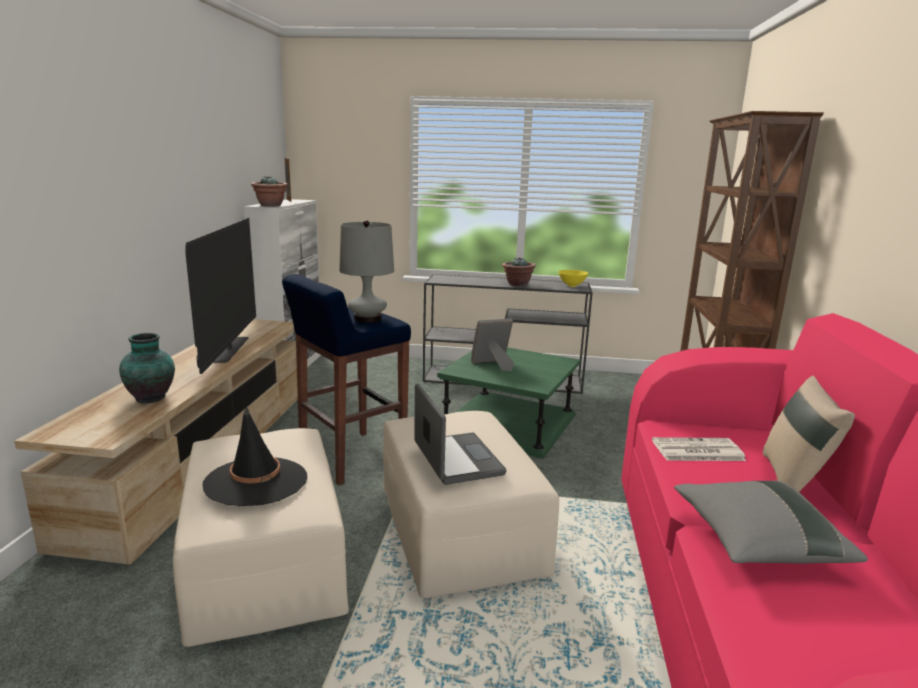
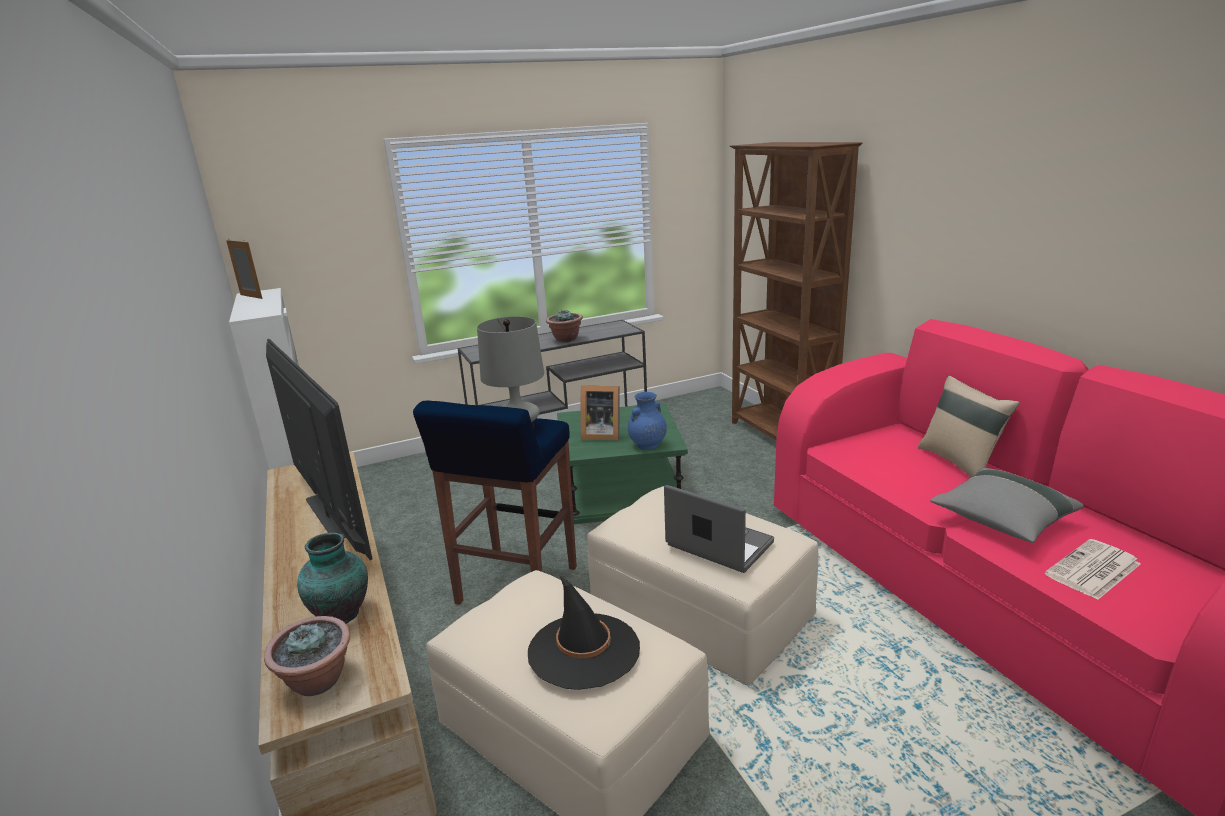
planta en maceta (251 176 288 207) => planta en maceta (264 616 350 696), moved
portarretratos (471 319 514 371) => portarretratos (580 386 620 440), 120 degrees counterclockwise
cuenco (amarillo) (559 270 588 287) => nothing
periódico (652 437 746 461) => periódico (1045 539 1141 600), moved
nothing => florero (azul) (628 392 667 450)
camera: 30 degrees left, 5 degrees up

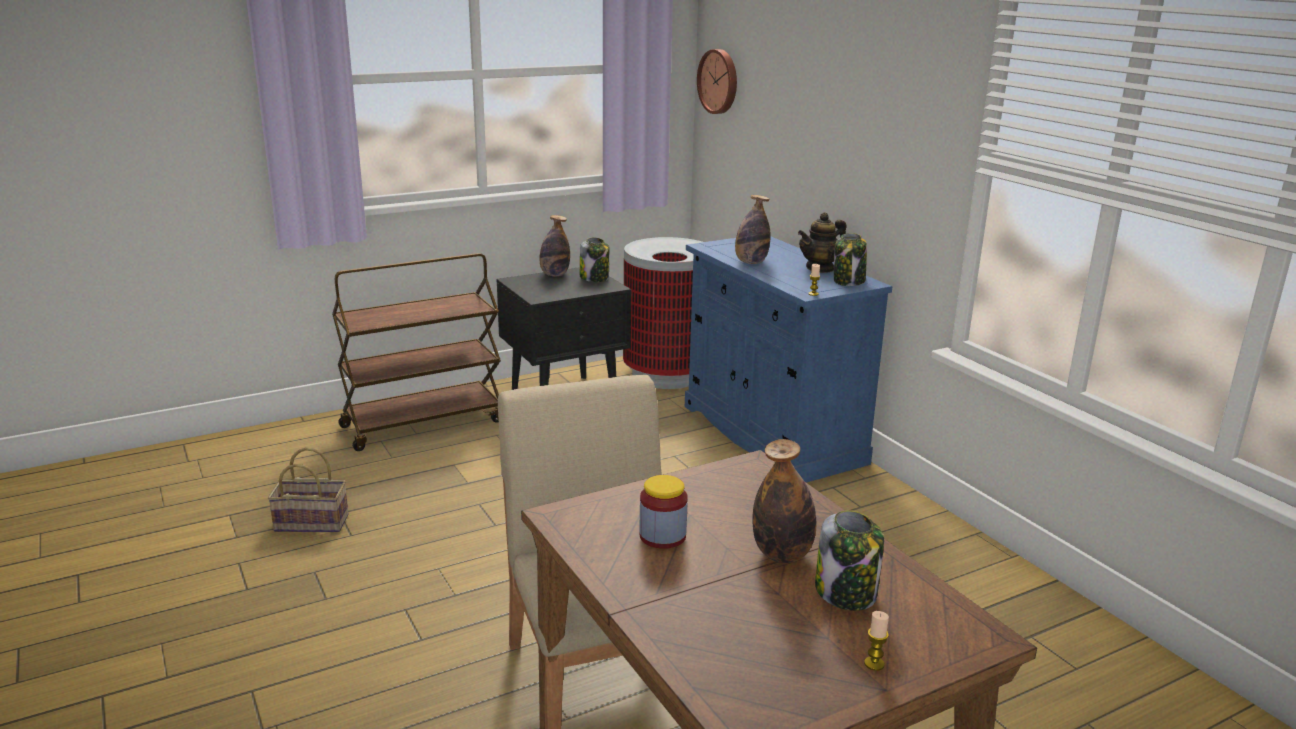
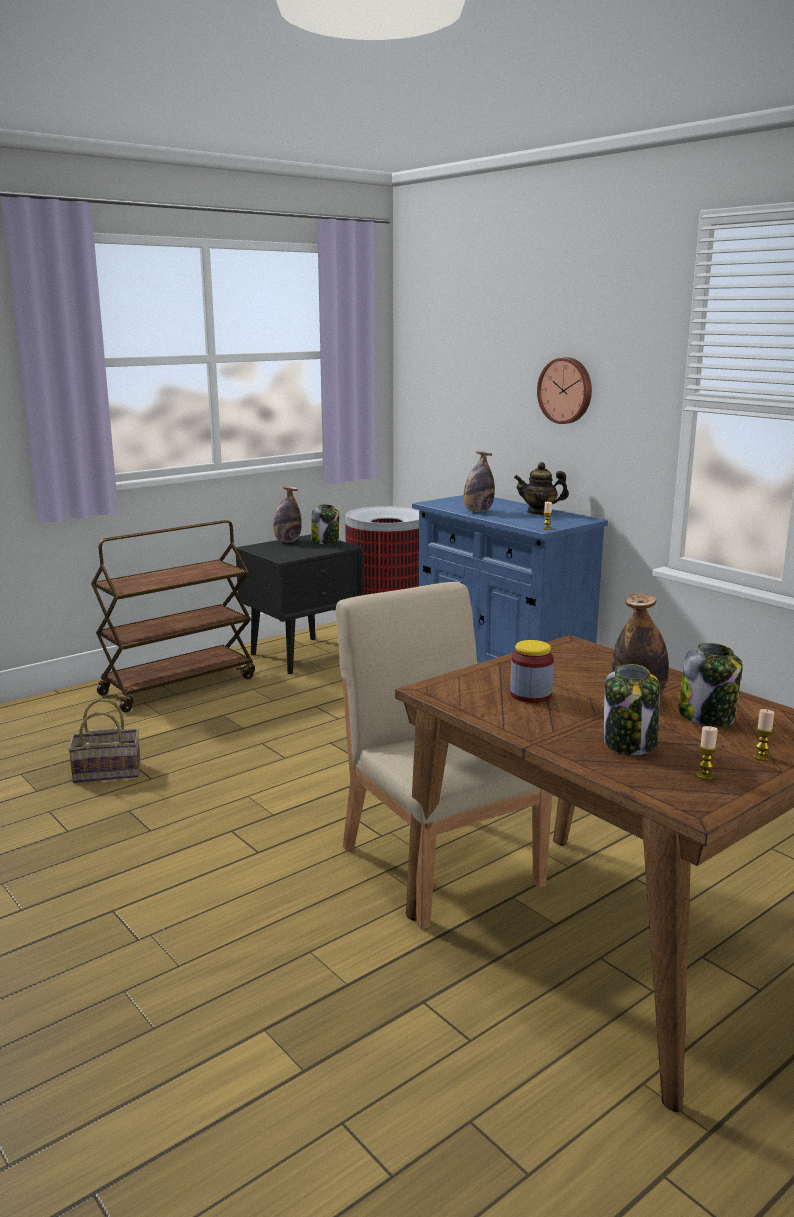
reloj de pared (697 49 737 114) => reloj de pared (537 357 592 424), moved
tetera (798 212 847 273) => tetera (514 462 569 515), 45 degrees clockwise
tarro (834 233 867 286) => tarro (604 664 660 755), moved
nothing => vela (696 726 718 780)
camera: 10 degrees left, 5 degrees down

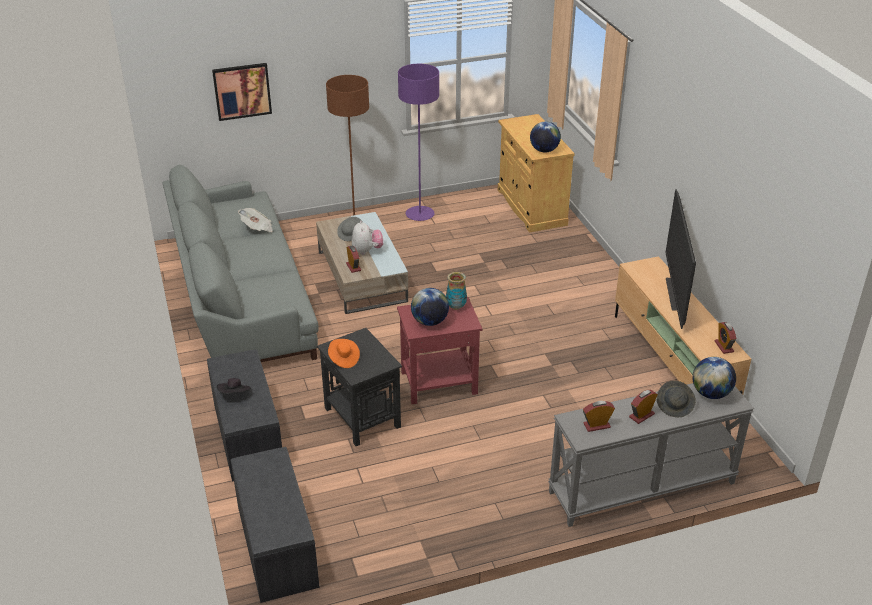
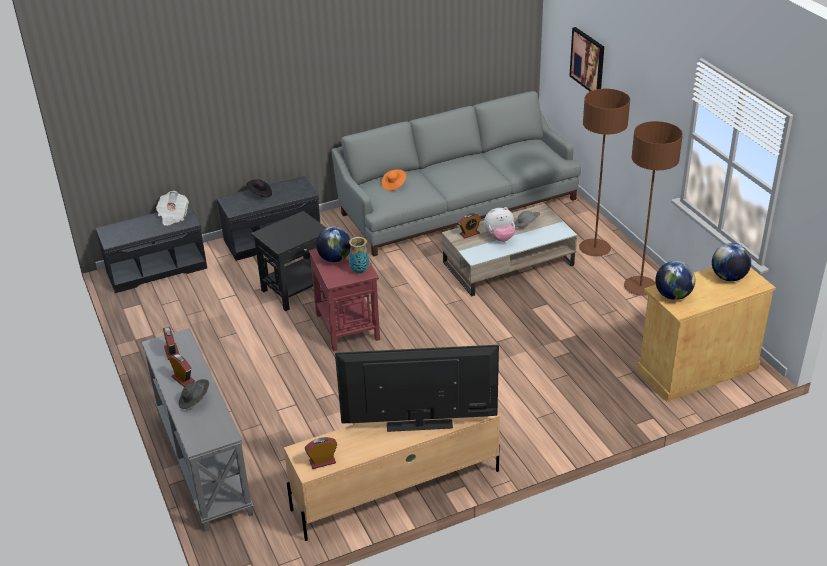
periódico (238 208 273 232) => periódico (156 191 189 226), moved
sombrero (naranja) (328 339 360 368) => sombrero (naranja) (381 169 406 191), moved
lámpara de pie (morado) (398 64 439 221) => lámpara de pie (marrón) (624 121 683 296)
globo terráqueo (692 357 736 399) => globo terráqueo (712 243 751 281), moved
camera: 85 degrees right, 0 degrees up

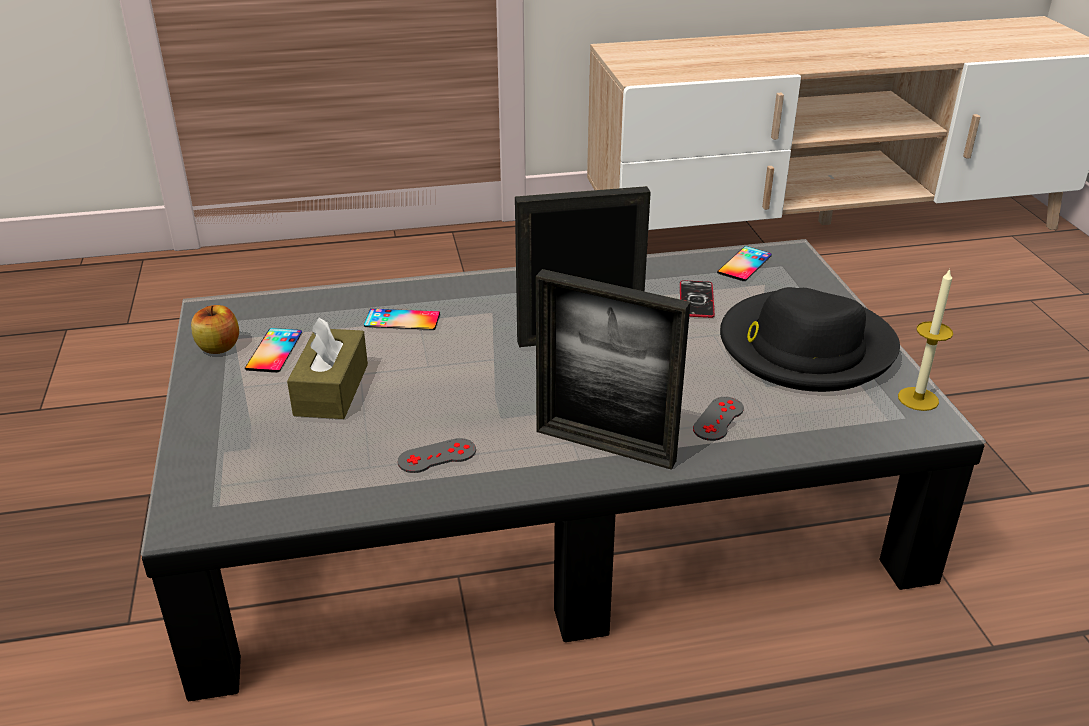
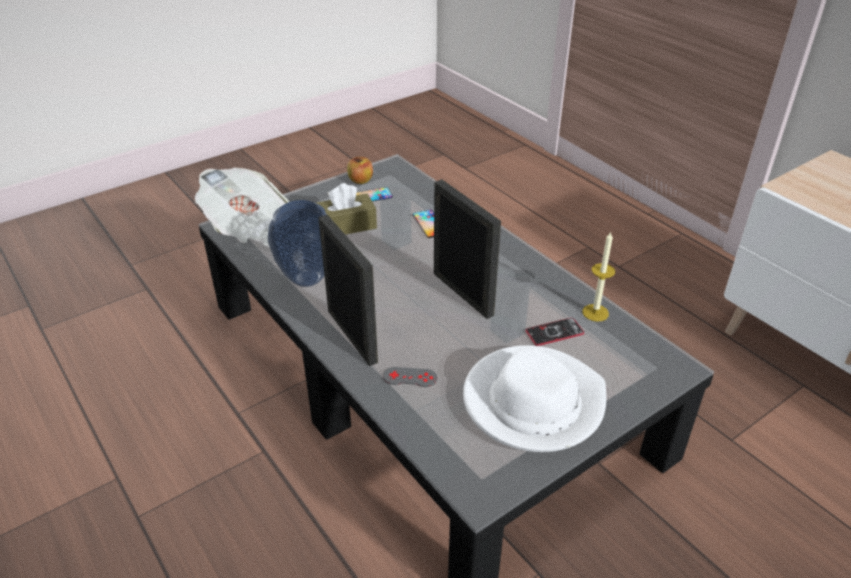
mando de consola (gris) (398 438 476 473) => florero (268 200 327 287)
portarretratos (536 269 691 470) => portarretratos (318 214 378 366), 150 degrees clockwise
móvil (717 246 772 281) => nothing
sombrero (negro) (720 287 900 392) => sombrero (blanco) (463 345 606 452)
vela (898 269 953 411) => vela (582 231 615 322), moved
nothing => periódico (195 168 289 248)
camera: 65 degrees right, 5 degrees up

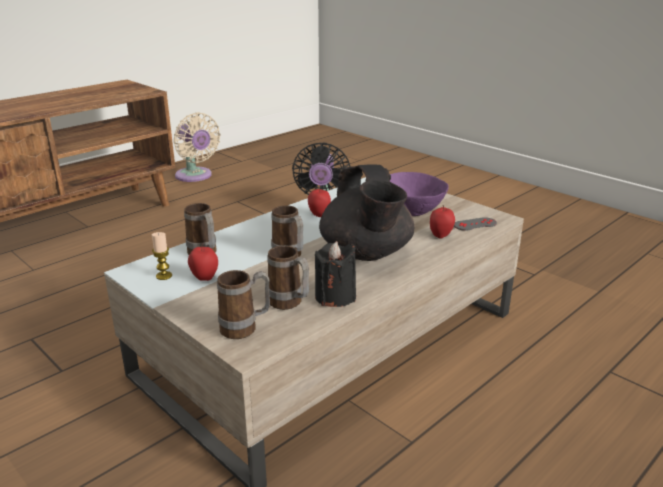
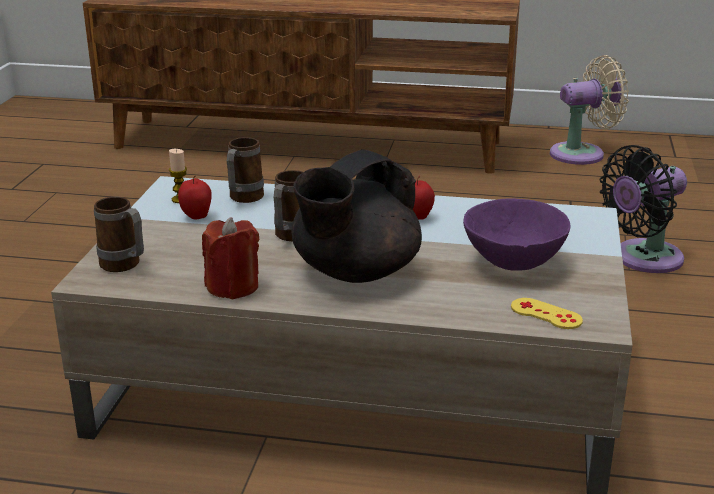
ventilador (beis) (174 112 220 182) => ventilador (beis) (550 55 629 165), 120 degrees counterclockwise
taza grande (267 246 309 310) => nothing
vela (negro) (315 241 356 307) => vela (rojo) (202 217 259 299)
manzana (430 205 455 239) => nothing
mando de consola (gris) (454 217 497 231) => mando de consola (amarillo) (511 298 583 329)
camera: 55 degrees right, 0 degrees up

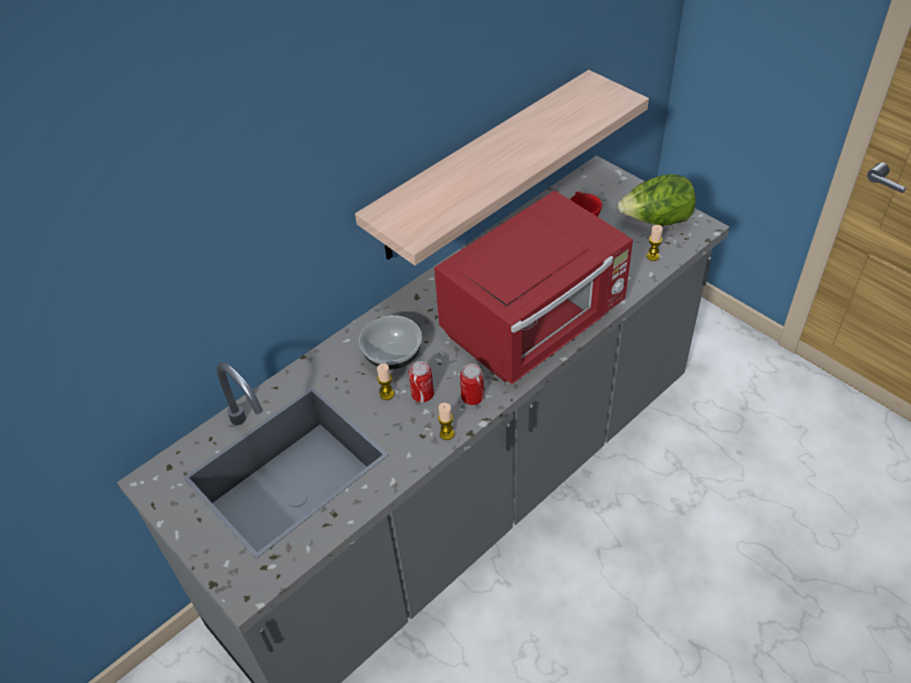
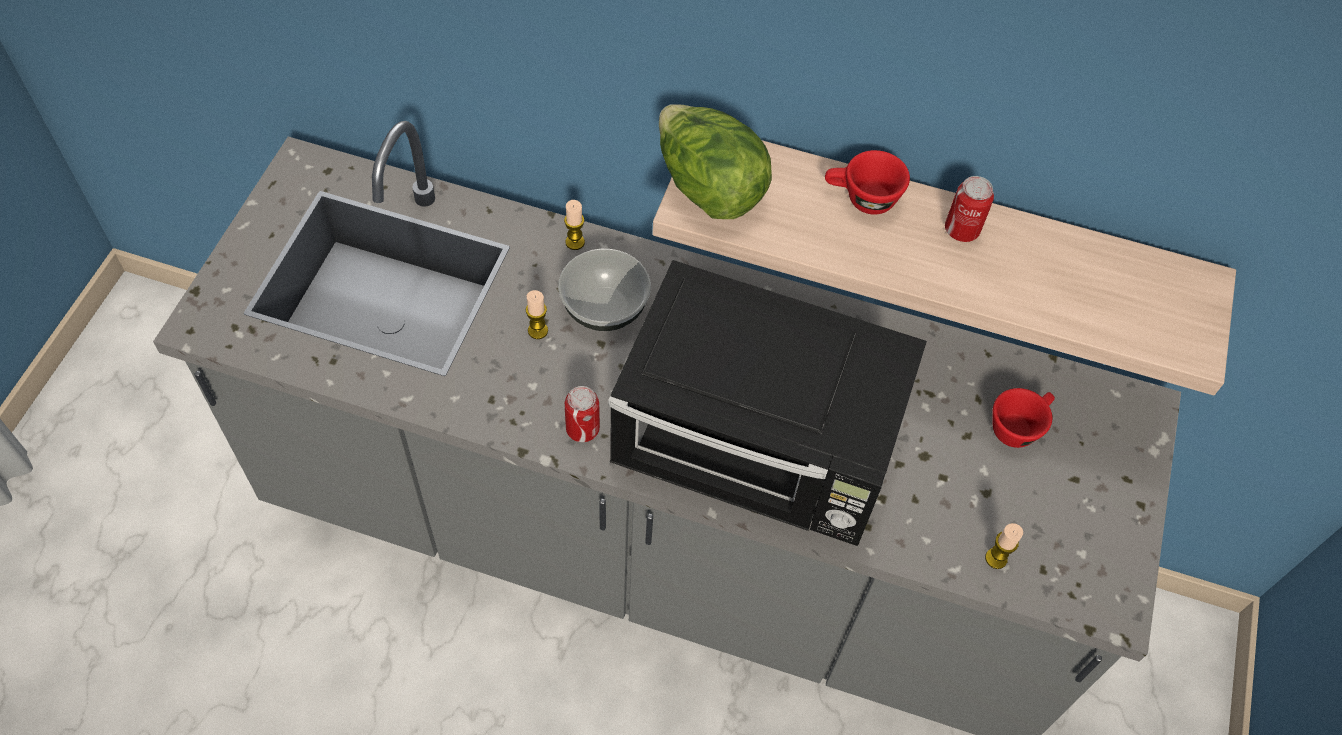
lata (409 361 434 402) => lata (945 176 994 242), moved
microondas (rojo) (434 190 633 384) => microondas (negro) (608 260 927 546)
vela (438 403 454 440) => vela (564 200 585 250), moved
lechuga (618 174 696 226) => lechuga (659 104 772 219), moved
nothing => taza (rojo) (825 150 910 215)
camera: 55 degrees right, 10 degrees up

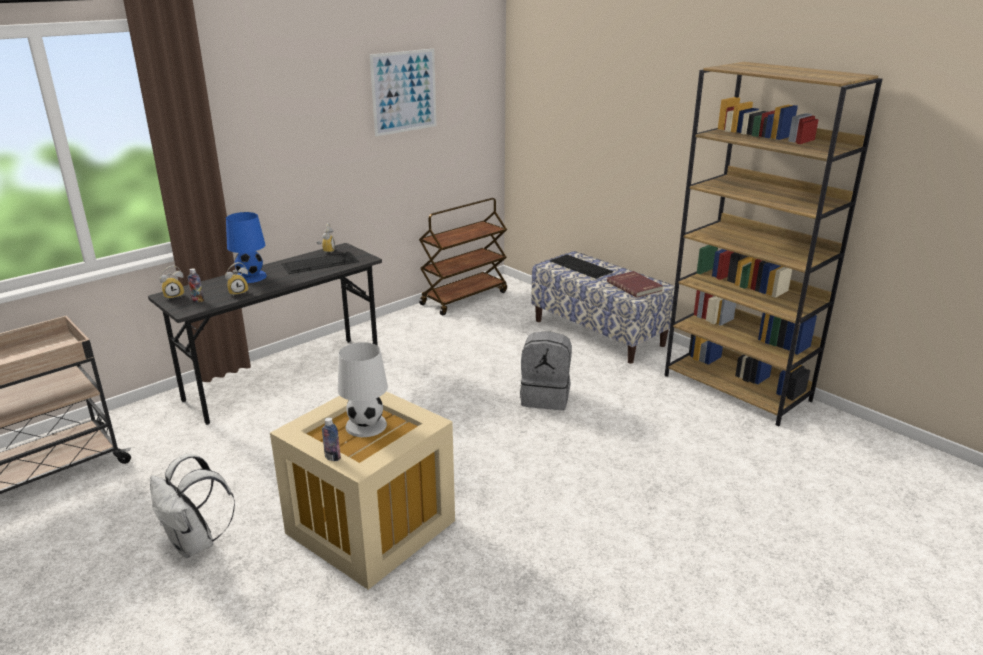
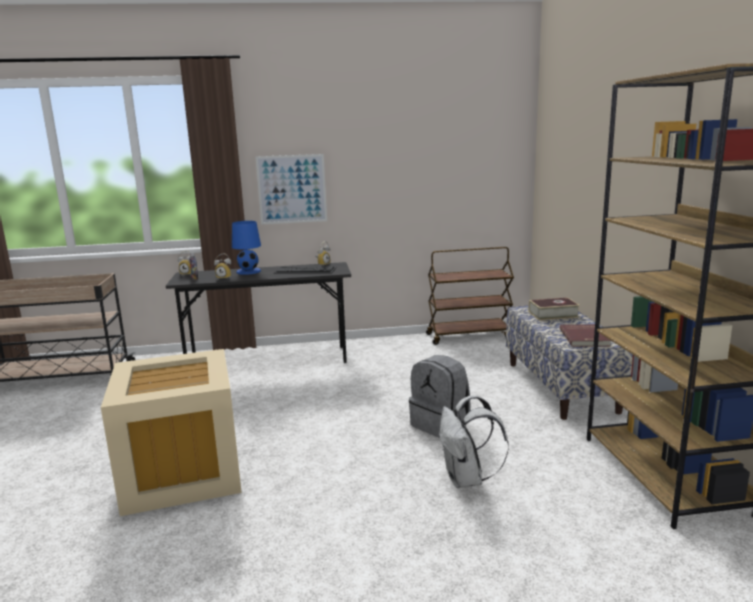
mochila (blanco) (150 454 235 558) => mochila (blanco) (439 395 509 488), moved
botella (322 417 341 461) => nothing
lámpara de mesa (blanco) (338 342 388 437) => nothing
cuadro (370 49 437 136) => cuadro (255 154 327 224), moved
teclado (550 255 613 279) => libro (529 298 580 320)
camera: 35 degrees right, 10 degrees down

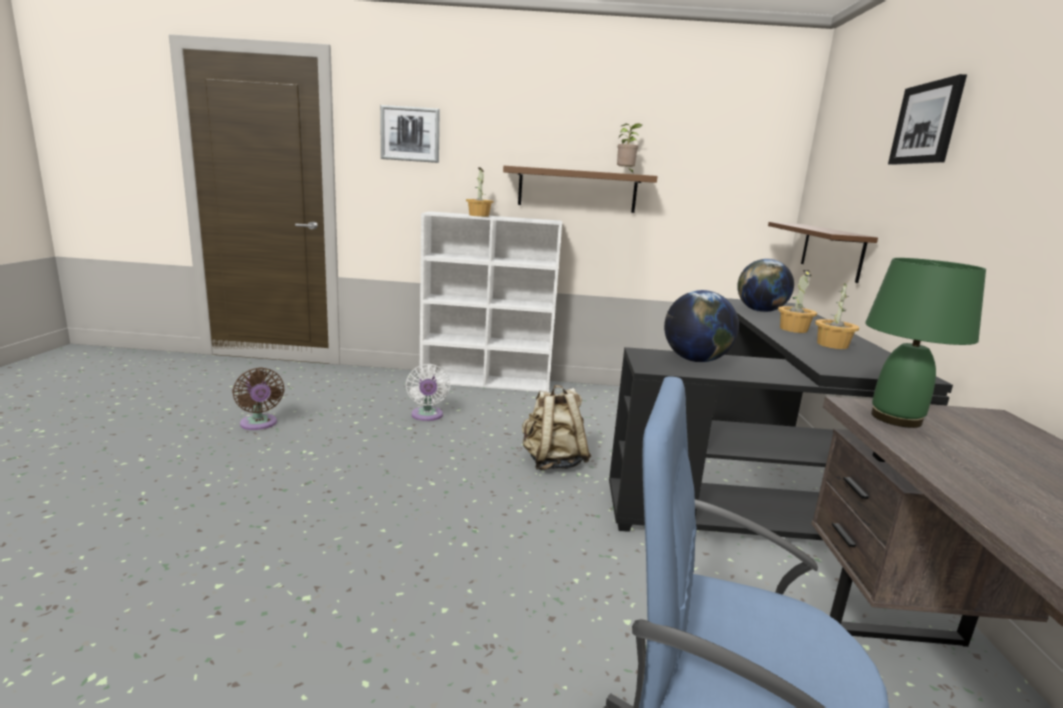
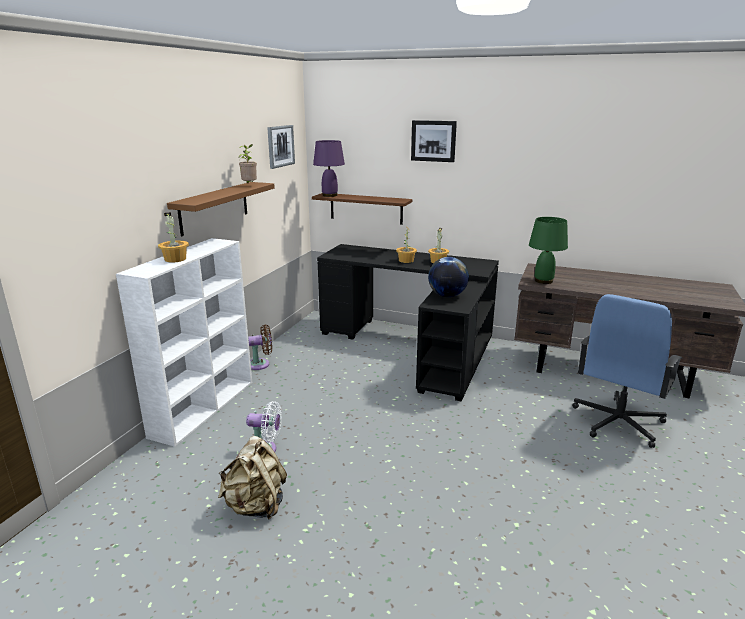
ventilador (marrón) (232 367 285 430) => ventilador (marrón) (248 325 272 370), moved
cuadro (380 105 440 163) => cuadro (267 125 295 169), moved
mochila (beis) (522 385 591 470) => mochila (beis) (218 436 287 519), moved
globo terráqueo (737 259 794 312) => nothing
nothing => lámpara de mesa (morado) (313 140 345 197)
camera: 70 degrees left, 5 degrees up

